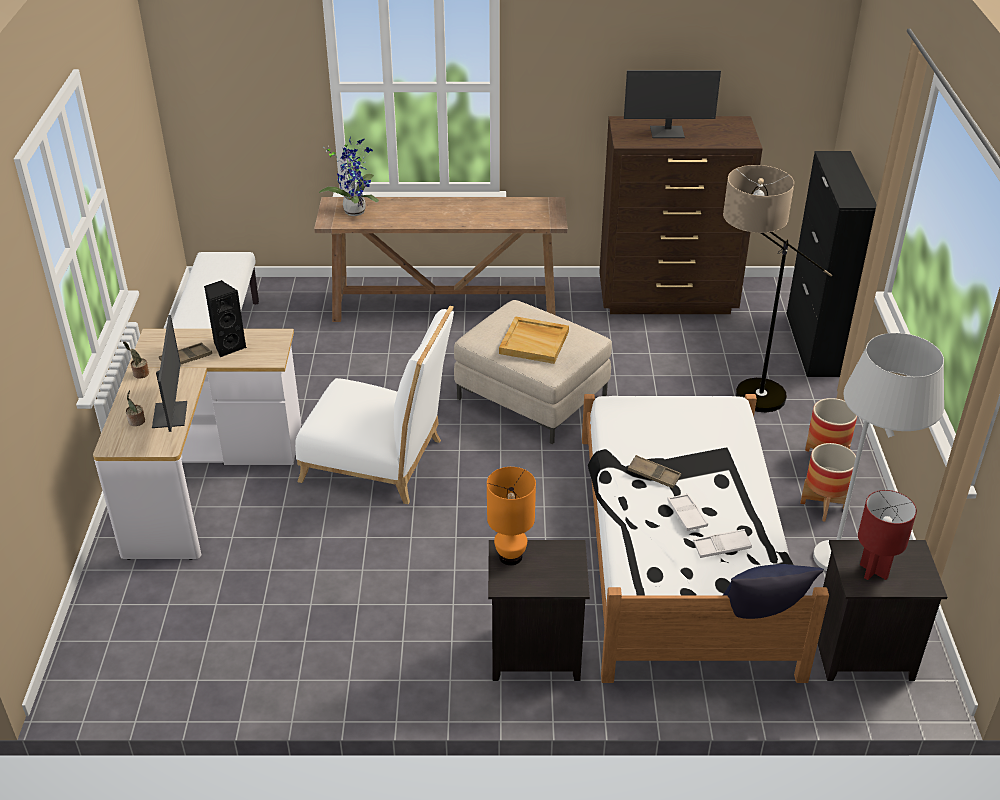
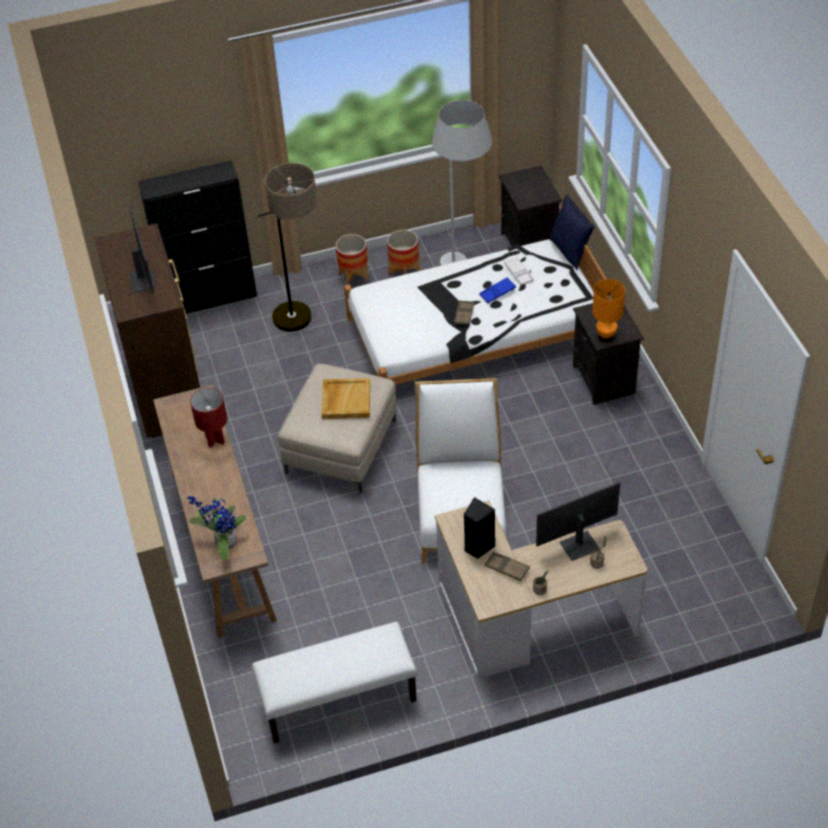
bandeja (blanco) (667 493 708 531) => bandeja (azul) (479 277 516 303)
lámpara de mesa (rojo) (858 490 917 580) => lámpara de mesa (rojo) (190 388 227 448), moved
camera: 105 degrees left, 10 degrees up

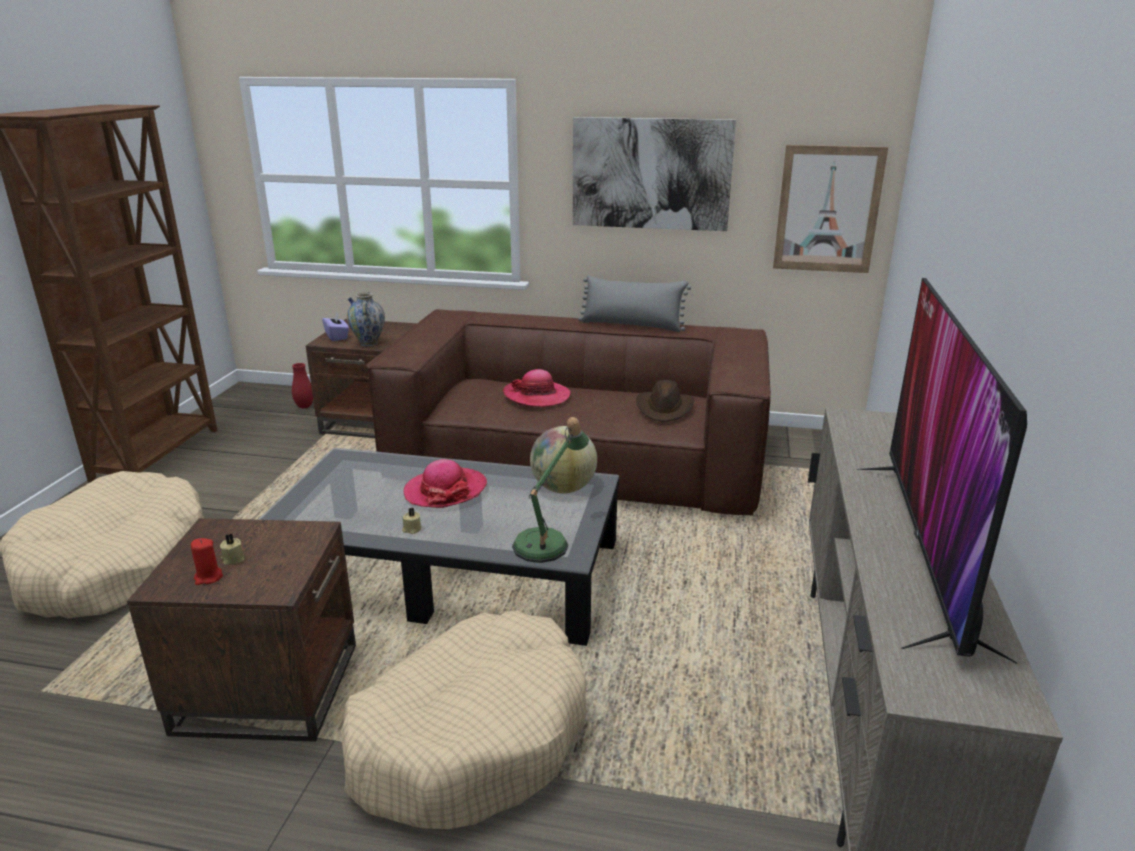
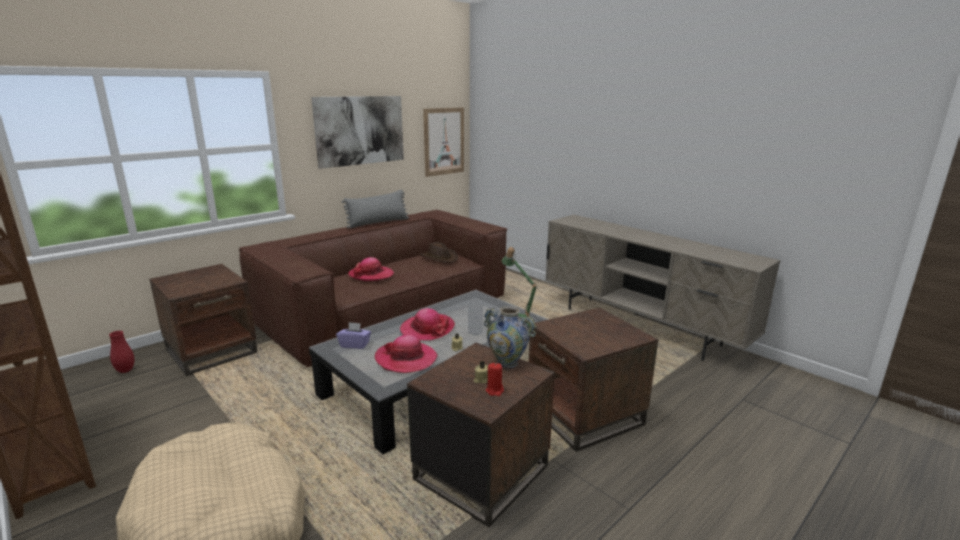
caja de pañuelos (morado) (322 312 349 341) => caja de pañuelos (morado) (336 322 371 349), moved
cama para perro (beis) (341 611 587 829) => mesa auxiliar (marrón) (529 307 658 452)
florero (347 292 385 346) => florero (484 306 536 368), moved
globo terráqueo (530 426 597 493) => nothing
televisor (857 278 1027 664) => nothing
nothing => sombrero (375 335 438 373)
camera: 55 degrees left, 5 degrees down

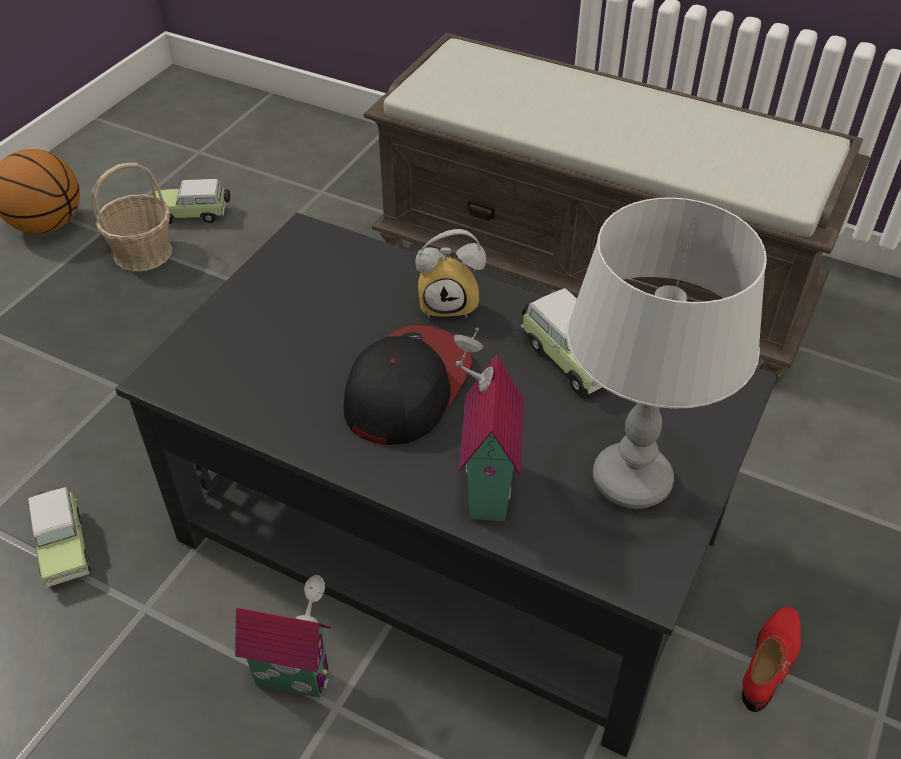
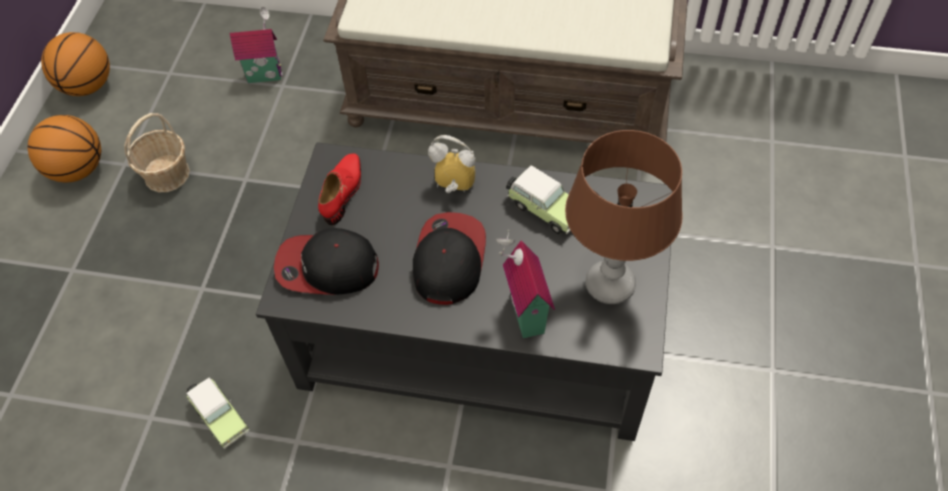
coche de juguete (155 179 230 224) => nothing
casita (235 575 331 698) => casita (229 7 283 83), moved
despertador (415 229 486 318) => despertador (428 135 475 193), 150 degrees counterclockwise
lámpara de mesa (gris) (567 197 767 509) => lámpara de mesa (marrón) (565 130 683 304)
zapato (rojo) (742 606 801 712) => zapato (rojo) (318 154 361 225), moved
nothing => balón de baloncesto (41 32 110 96)
nothing => gorra (274 228 379 295)
camera: 15 degrees left, 10 degrees up

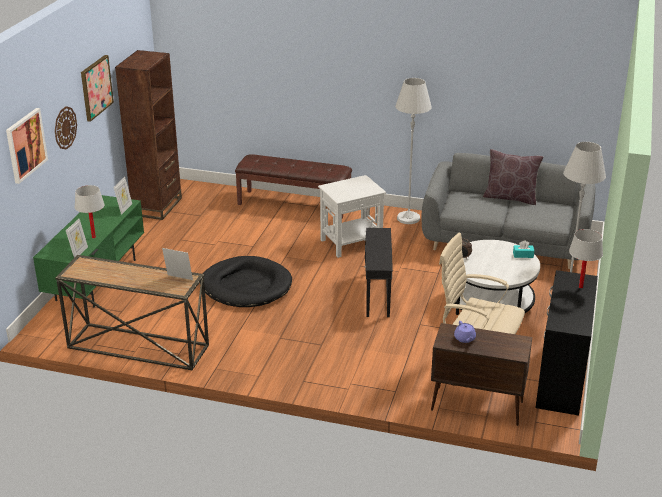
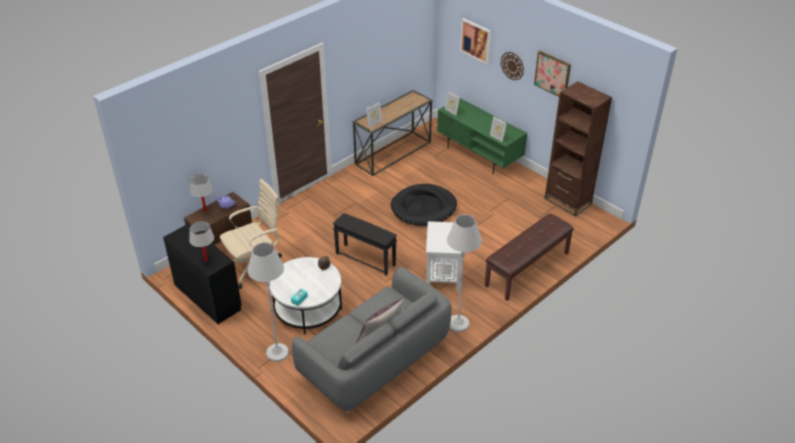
lámpara de mesa (blanco) (74 185 105 238) => lámpara de mesa (blanco) (190 174 213 212), moved
camera: 120 degrees right, 10 degrees up

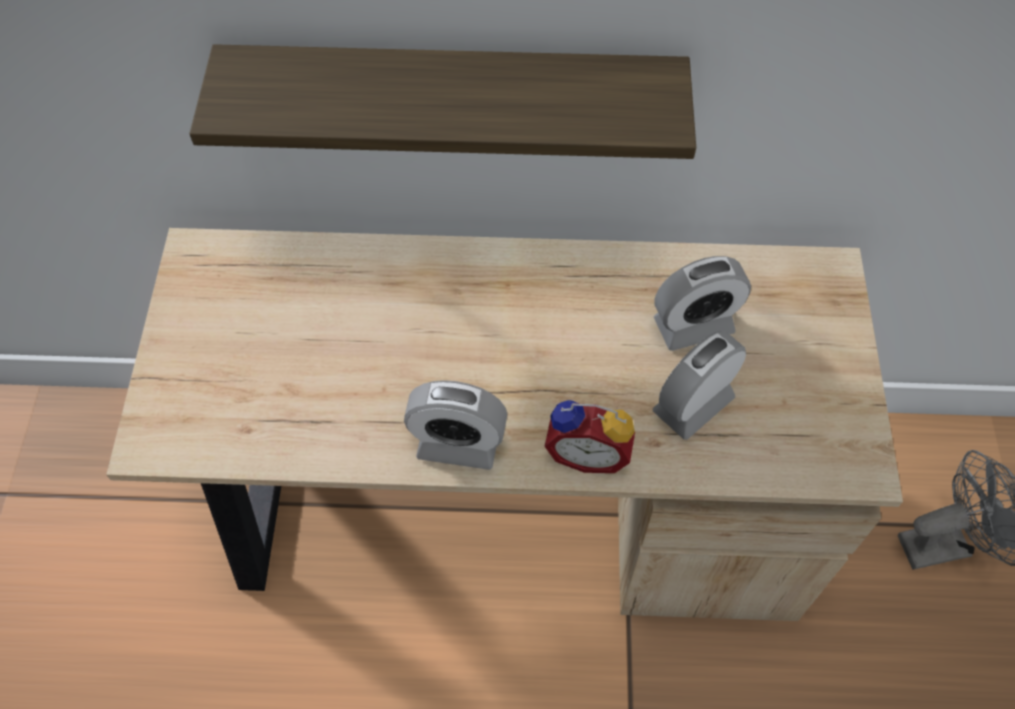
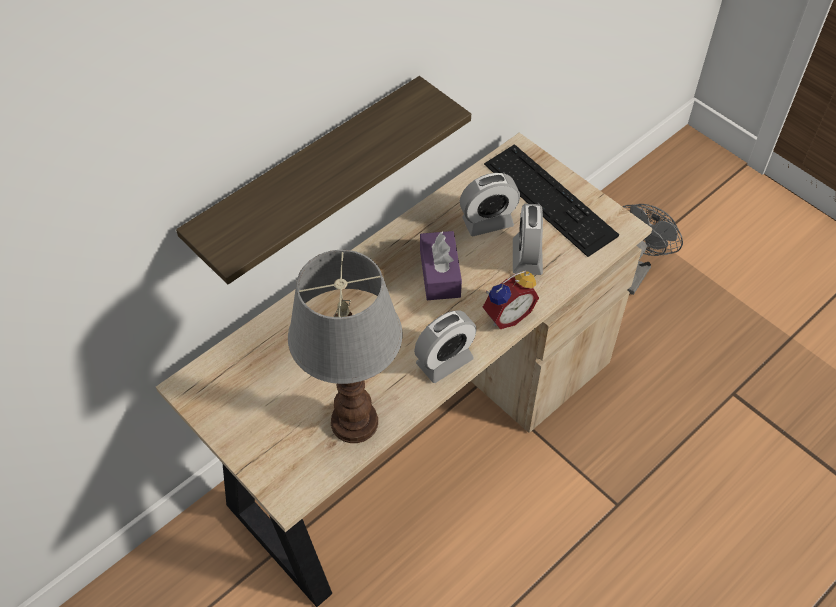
despertador (654 256 751 351) => despertador (460 173 520 236), 45 degrees clockwise
nothing => lámpara de mesa (288 250 403 443)
nothing => caja de pañuelos (morado) (420 231 462 300)
nothing => teclado (484 144 619 257)
camera: 45 degrees left, 5 degrees down

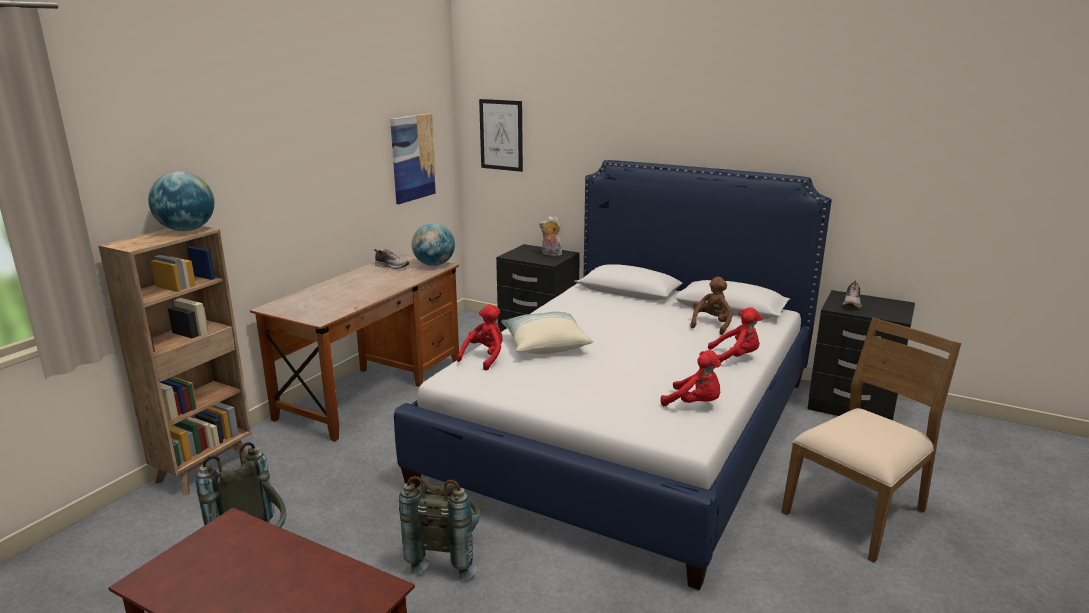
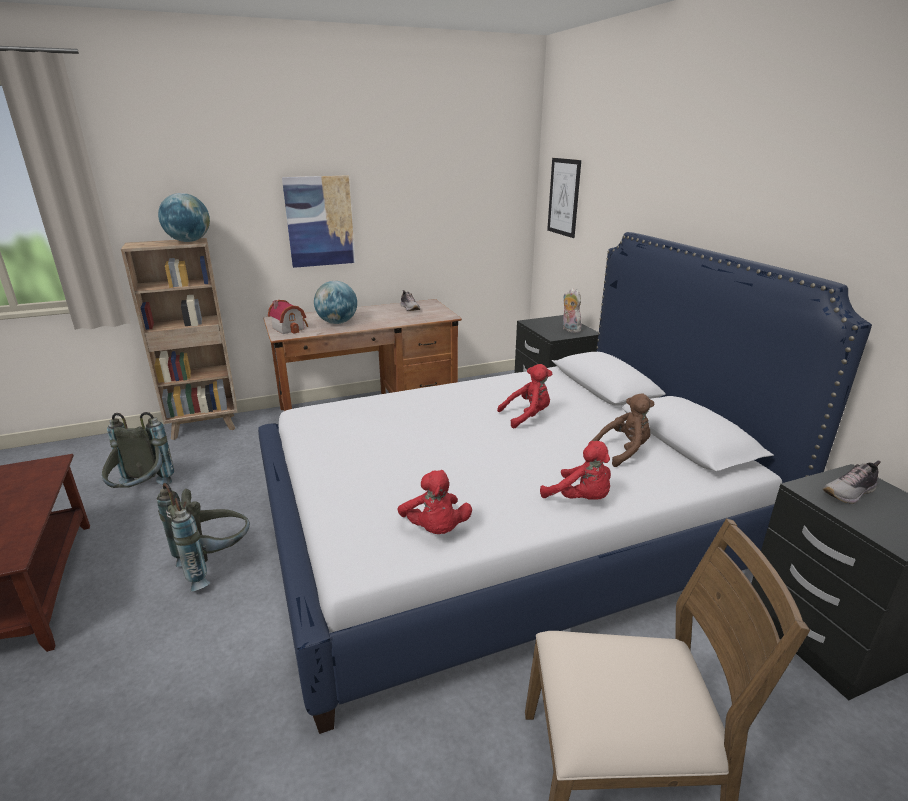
cuadro (390 113 436 204) => cuadro (282 175 355 268), moved
globo terráqueo (412 223 455 266) => globo terráqueo (314 281 357 324), moved
peluche (rojo) (457 304 503 370) => peluche (rojo) (497 364 552 428), moved
cojín (501 312 593 354) => nothing
nothing => casita (268 300 308 334)
camera: 40 degrees right, 5 degrees up

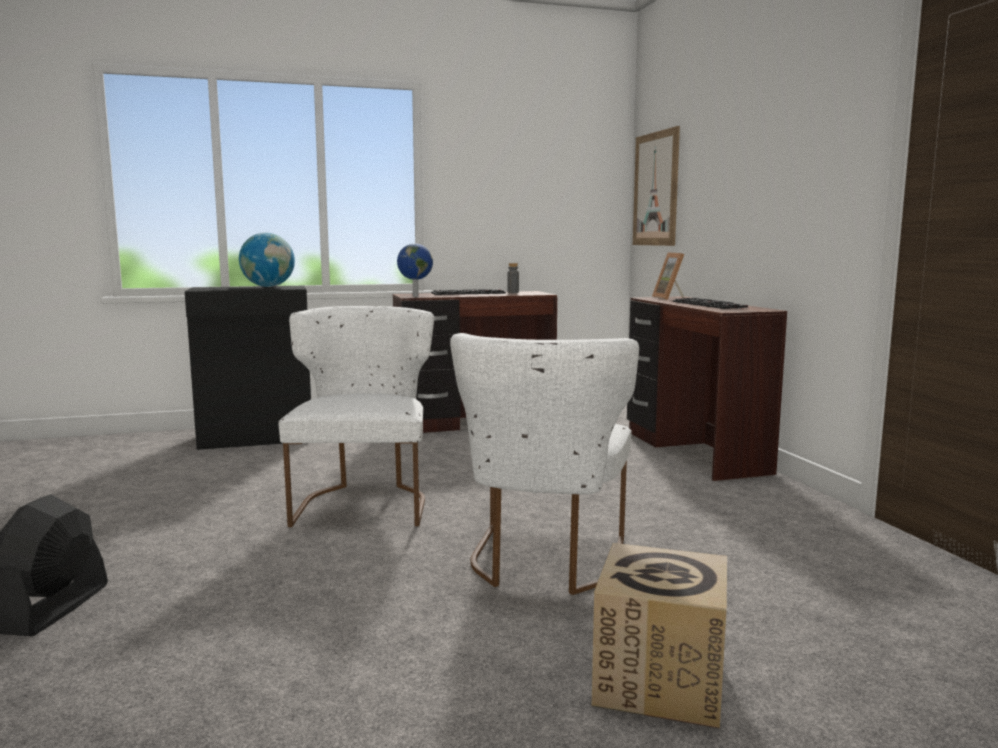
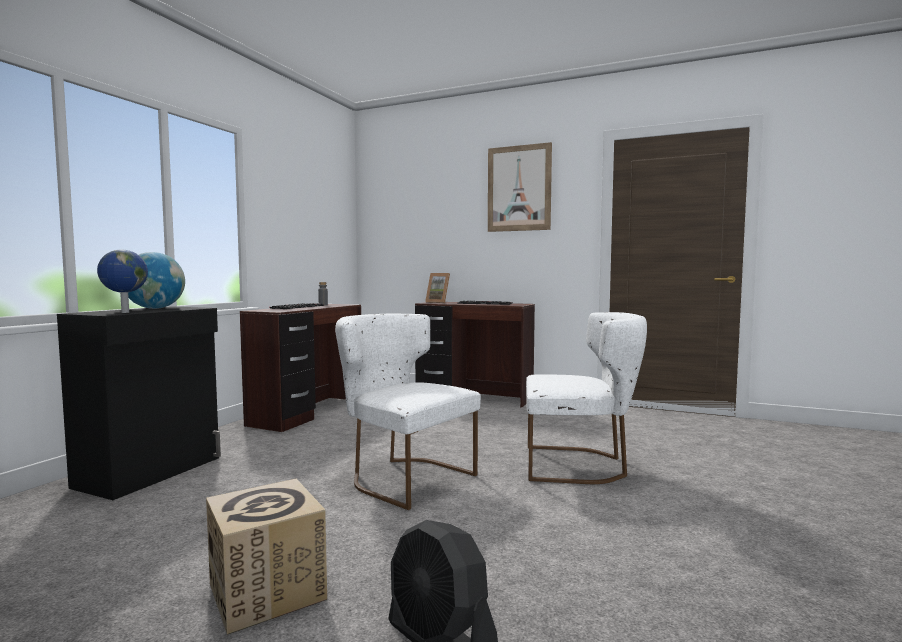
globo terráqueo (397 243 433 297) => globo terráqueo (97 250 148 313), moved
silla (blanco) (450 333 639 595) => silla (blanco) (526 312 647 484), 45 degrees counterclockwise
caja de cartón (592 543 727 729) => caja de cartón (206 478 327 635), moved
cuadro (633 126 680 246) => cuadro (488 142 552 232), moved
camera: 50 degrees left, 5 degrees down

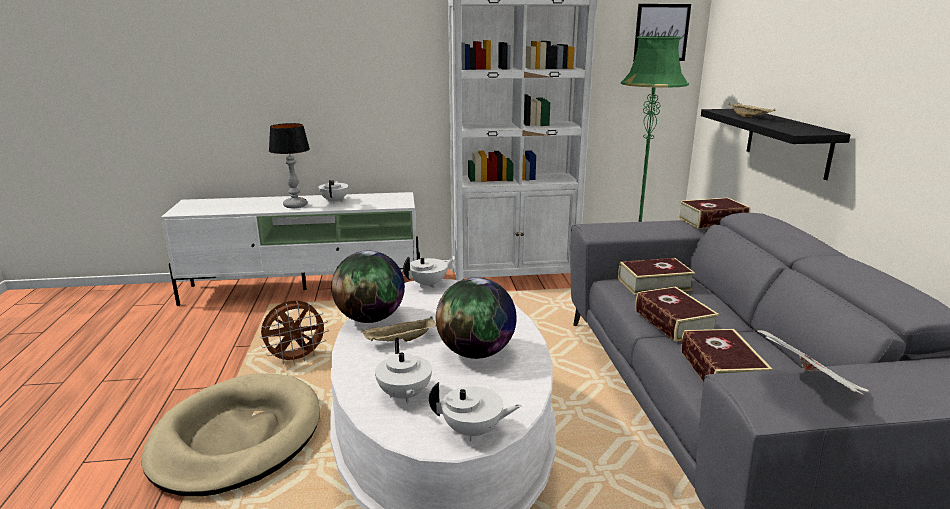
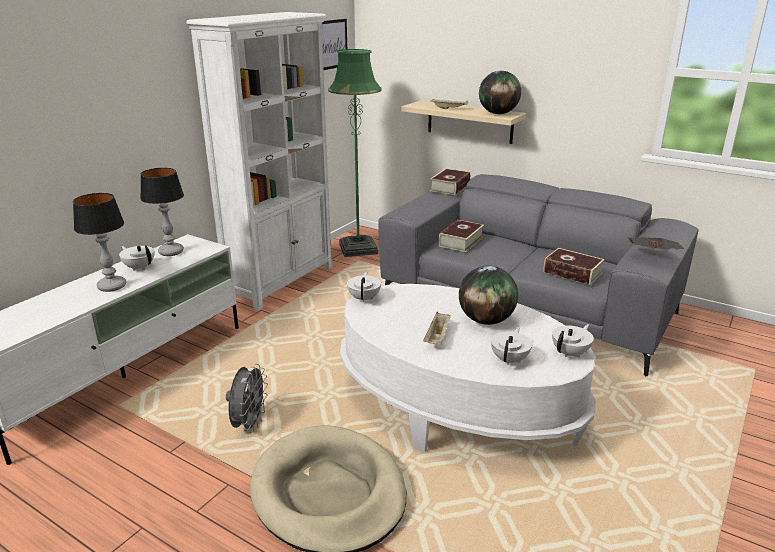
ventilador (marrón) (260 300 329 364) => ventilador (gris) (226 364 268 433)
globo terráqueo (331 251 405 323) => globo terráqueo (479 71 521 114), moved
tetera (blanco) (375 337 432 403) => tetera (blanco) (491 327 532 365), 90 degrees counterclockwise
libro (635 286 719 342) => nothing
estante (negro) (701 109 851 180) => estante (beis) (402 101 526 144)
nothing => lámpara de mesa (140 168 184 256)
camera: 50 degrees left, 5 degrees up

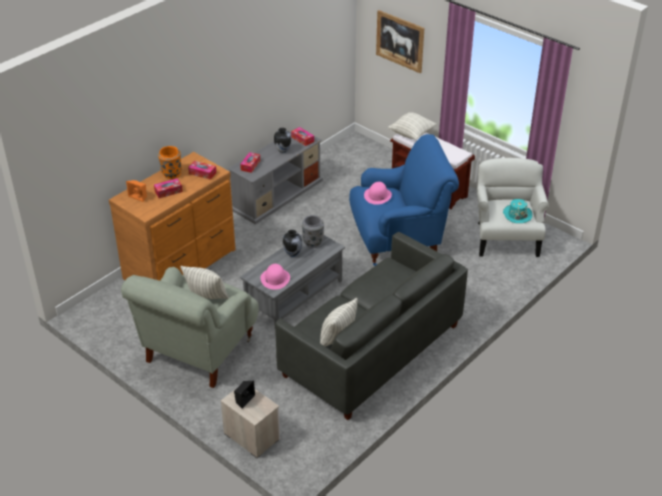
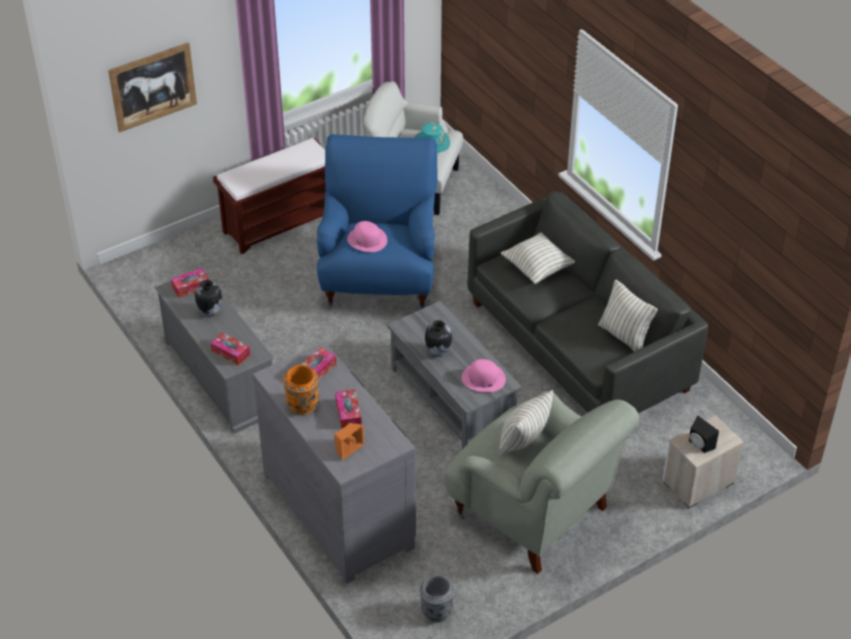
cómoda (marrón) (109 152 236 281) => cómoda (gris) (252 342 416 584)
florero (gris) (302 215 324 248) => florero (gris) (420 575 454 623), moved
cojín (388 112 437 140) => cojín (501 232 575 284), moved
camera: 75 degrees left, 5 degrees up

